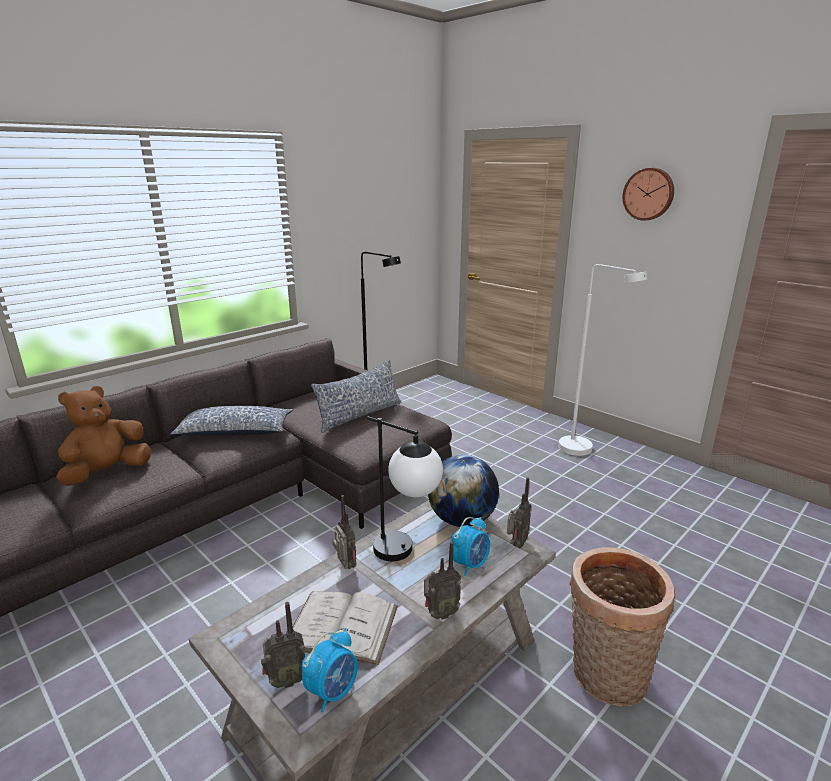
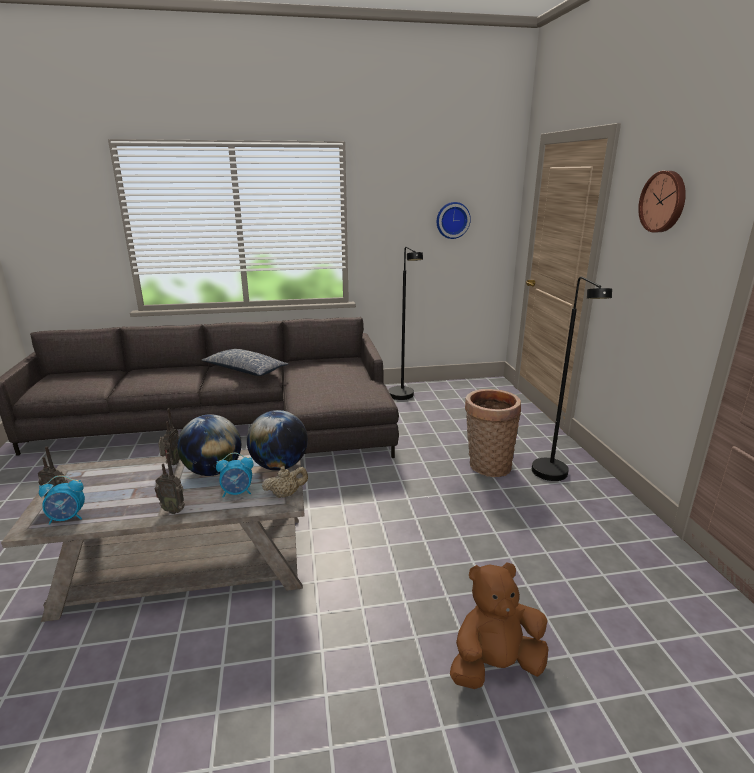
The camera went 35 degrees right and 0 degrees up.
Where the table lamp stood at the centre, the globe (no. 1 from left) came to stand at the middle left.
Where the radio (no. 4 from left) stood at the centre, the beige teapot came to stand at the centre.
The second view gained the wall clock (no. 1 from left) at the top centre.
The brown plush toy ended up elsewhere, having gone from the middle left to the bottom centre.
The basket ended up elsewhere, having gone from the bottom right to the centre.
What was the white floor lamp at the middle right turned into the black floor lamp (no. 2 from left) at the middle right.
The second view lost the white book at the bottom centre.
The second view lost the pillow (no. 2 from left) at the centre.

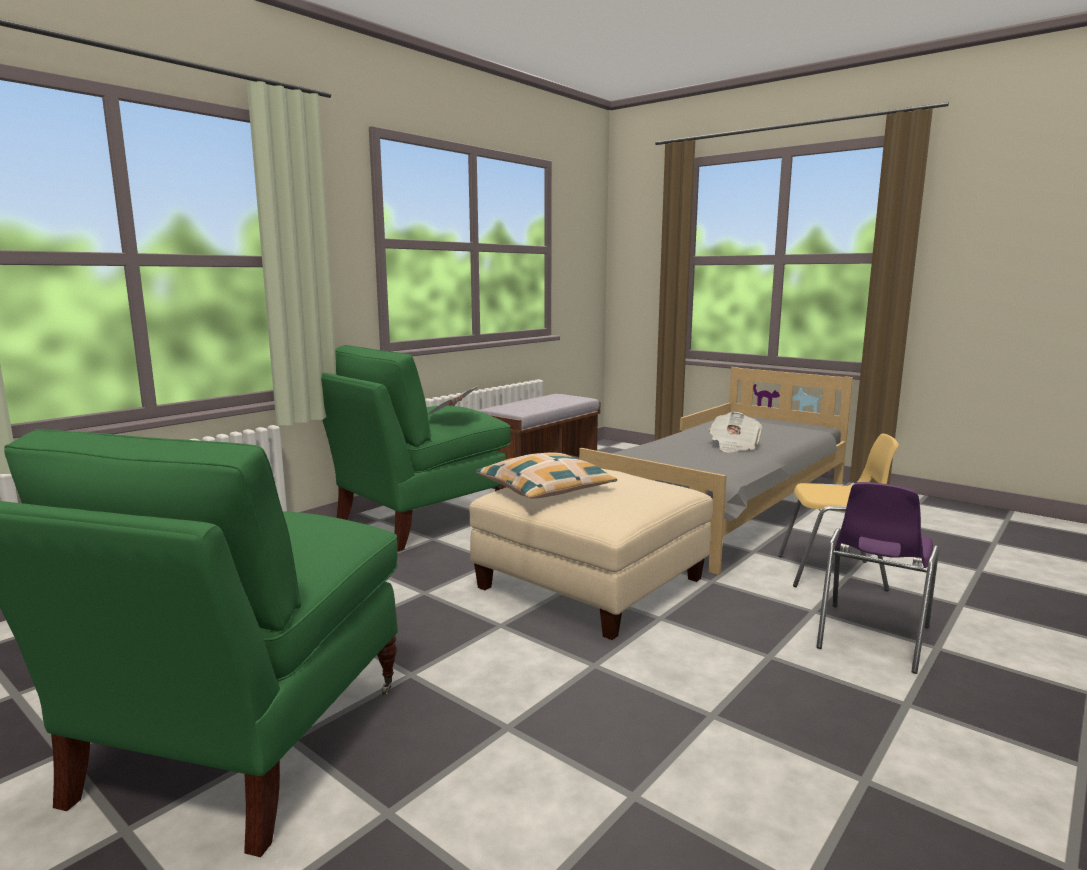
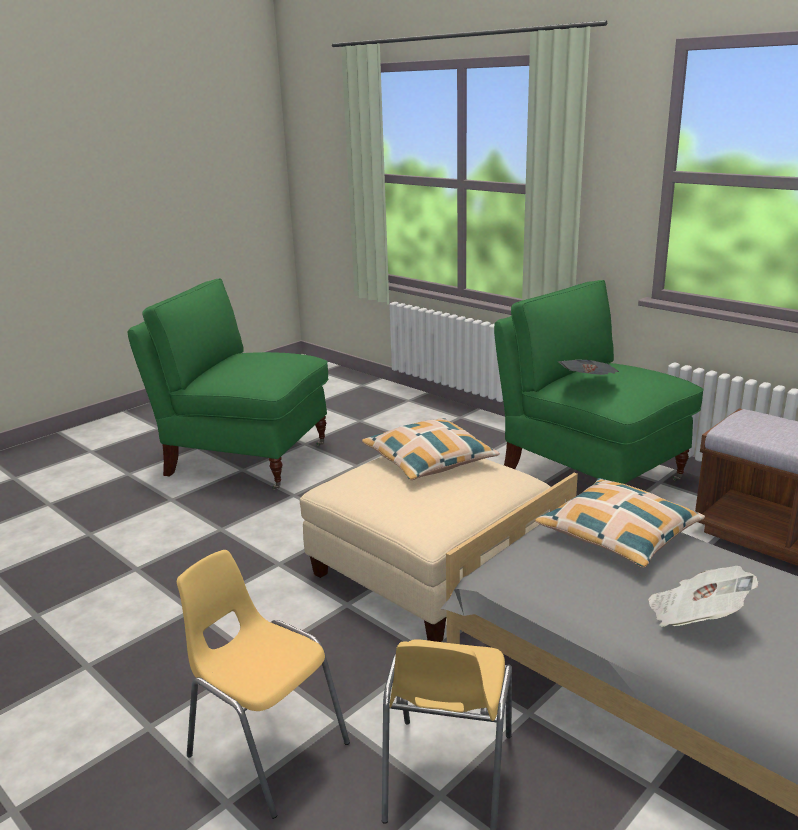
The camera went 95 degrees right and 10 degrees up.
What was the purple chair at the middle right turned into the yellow chair (no. 1 from left) at the bottom left.
The second view gained the pillow (no. 2 from left) at the middle right.

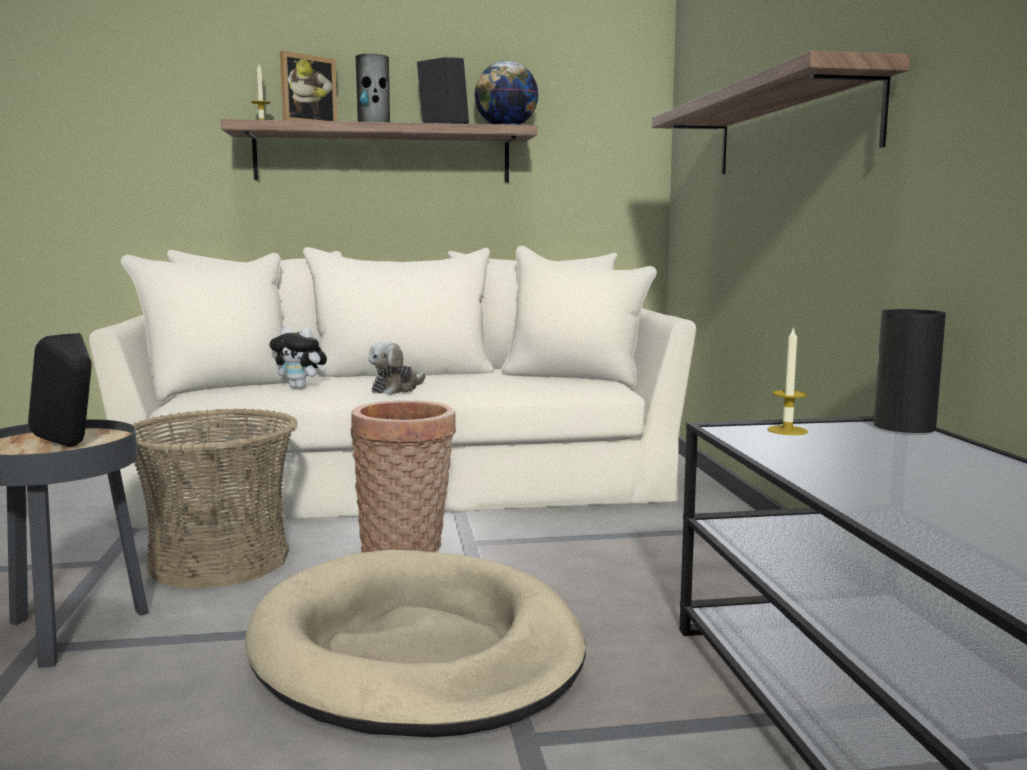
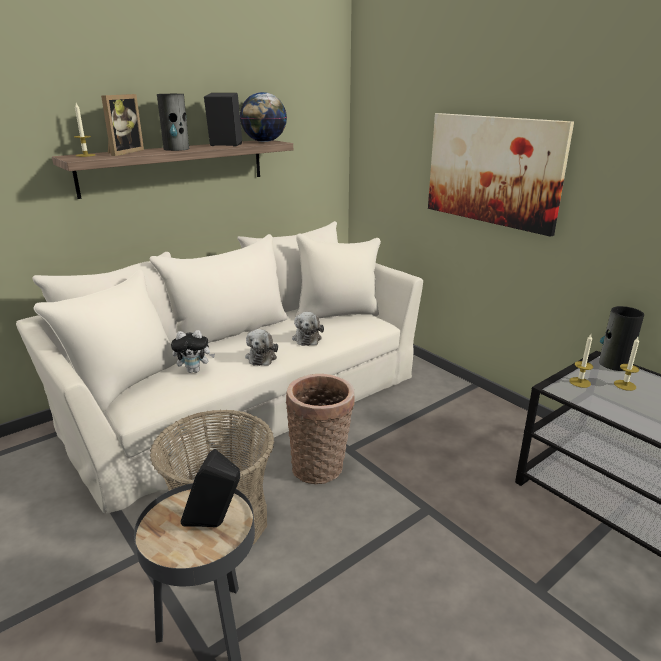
The camera went 30 degrees left and 15 degrees up.
The second view gained the plush toy (no. 3 from left) at the centre.
Where the shelf (no. 2 from left) hung at the top right, the picture came to hang at the top right.
The second view gained the candle (no. 3 from left) at the middle right.
The second view lost the beige dog bed at the bottom centre.

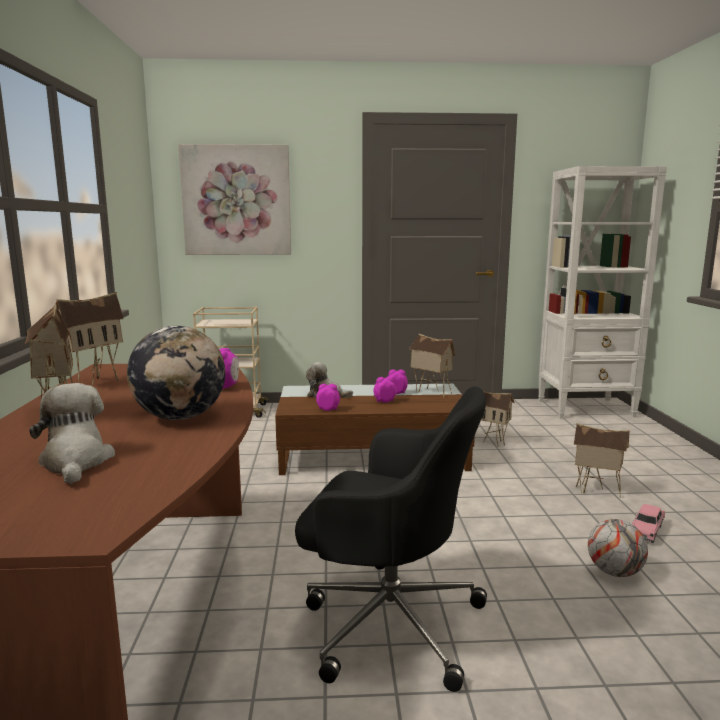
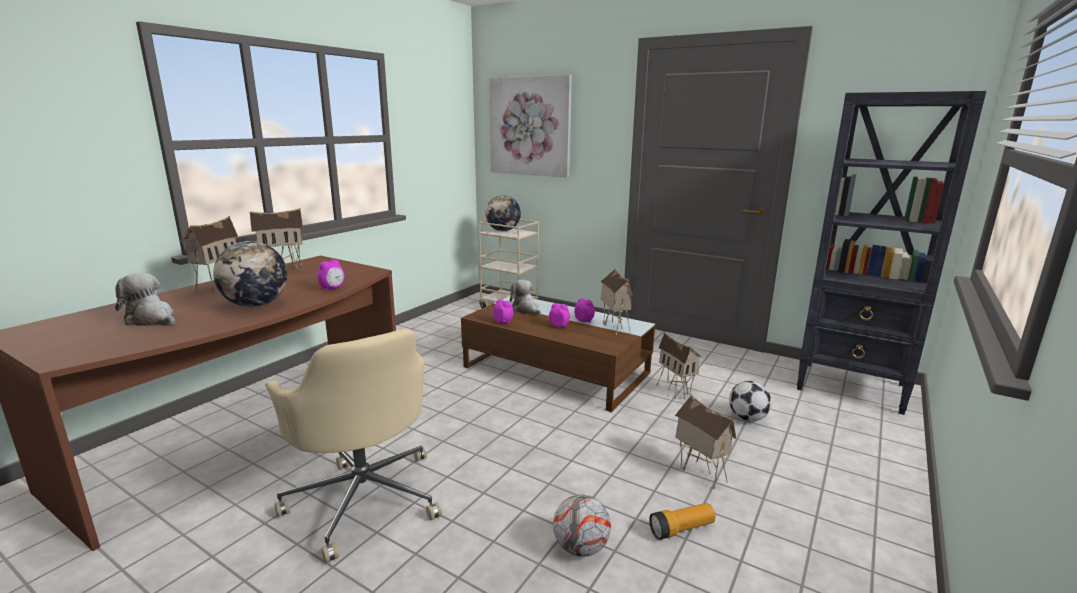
The camera went 35 degrees right and 5 degrees up.
The plush toy (no. 1 from left) at the middle left ended up facing another way, 75 degrees counterclockwise from before.
What was the black office chair at the bottom centre turned into the beige office chair at the bottom left.
The second view gained the globe (no. 2 from left) at the centre.
Where the pink toy car stood at the bottom right, the flashlight came to stand at the bottom centre.
The second view gained the football (no. 2 from left) at the bottom right.
What was the white bookcase at the middle right turned into the black bookcase at the middle right.

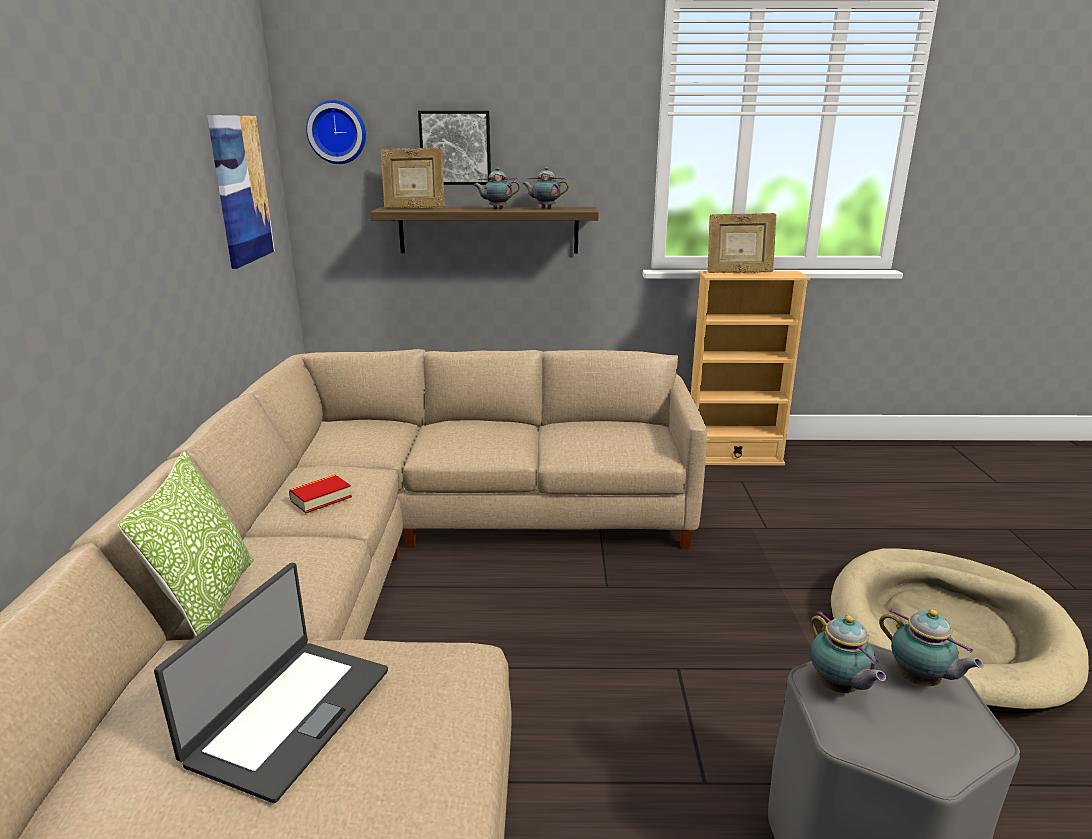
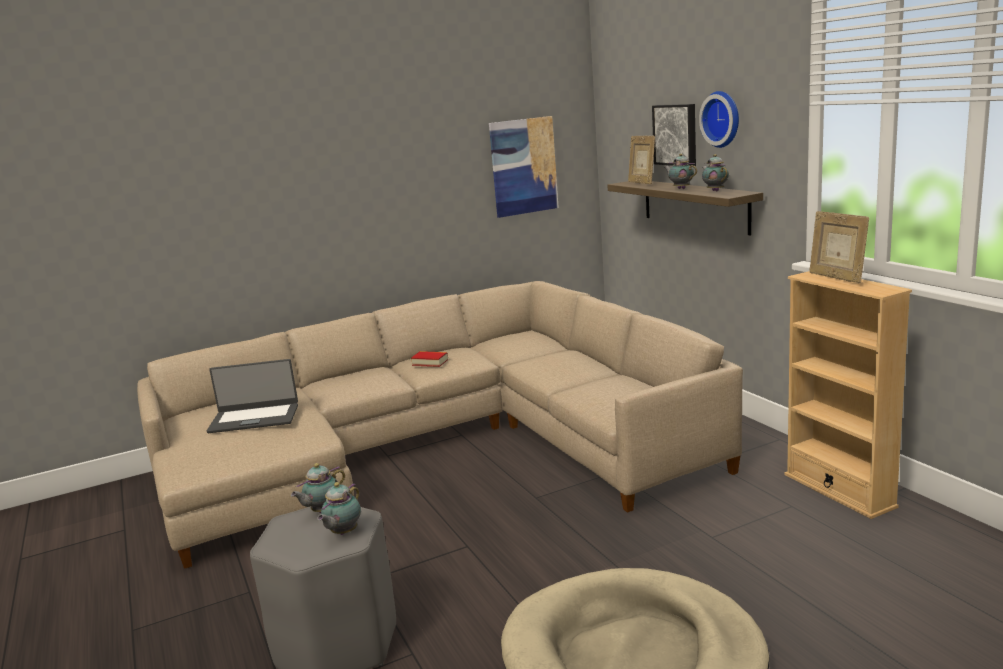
The camera went 65 degrees right and 5 degrees down.
The wall clock ended up elsewhere, having gone from the top left to the top right.
The second view lost the pillow at the middle left.

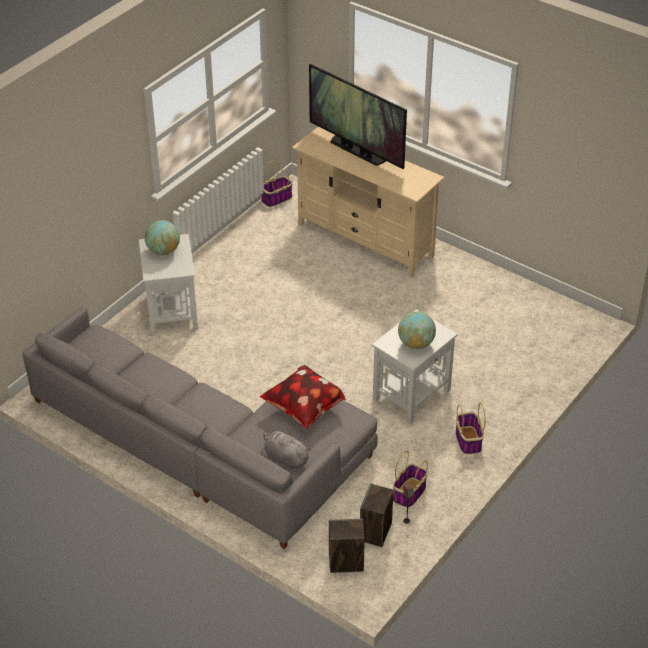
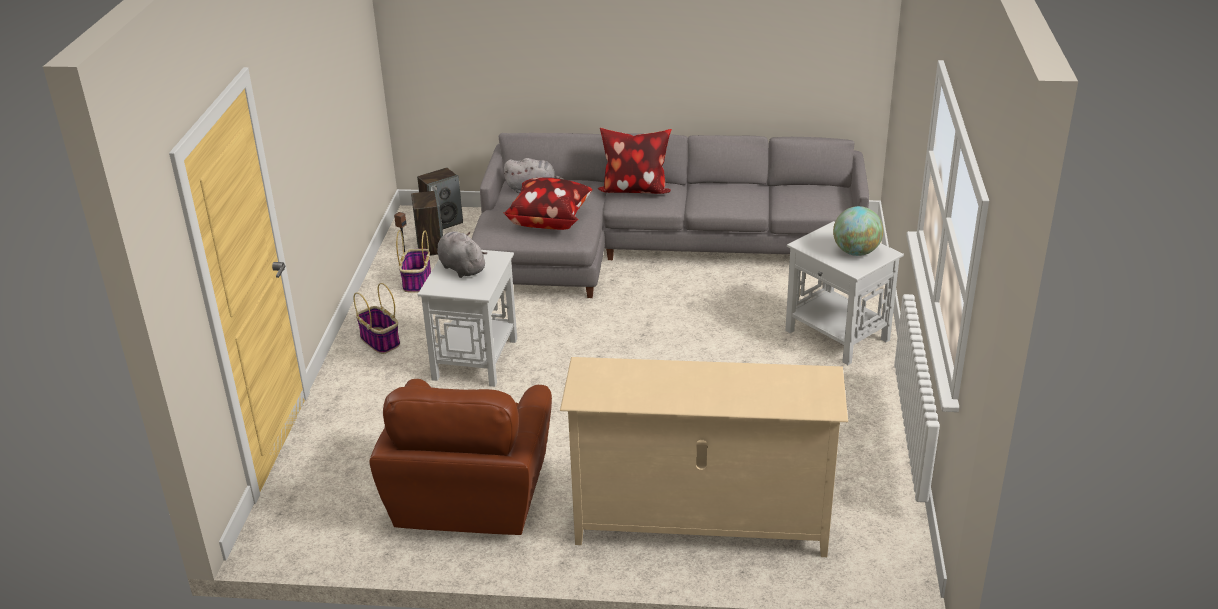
The camera went 150 degrees right and 10 degrees down.
The second view gained the brown armchair at the bottom centre.
Where the globe (no. 2 from left) stood at the centre, the grey plush toy (no. 1 from left) came to stand at the centre.
The second view gained the pillow (no. 2 from left) at the top centre.
The second view lost the basket (no. 1 from left) at the top centre.
The second view lost the television at the top centre.

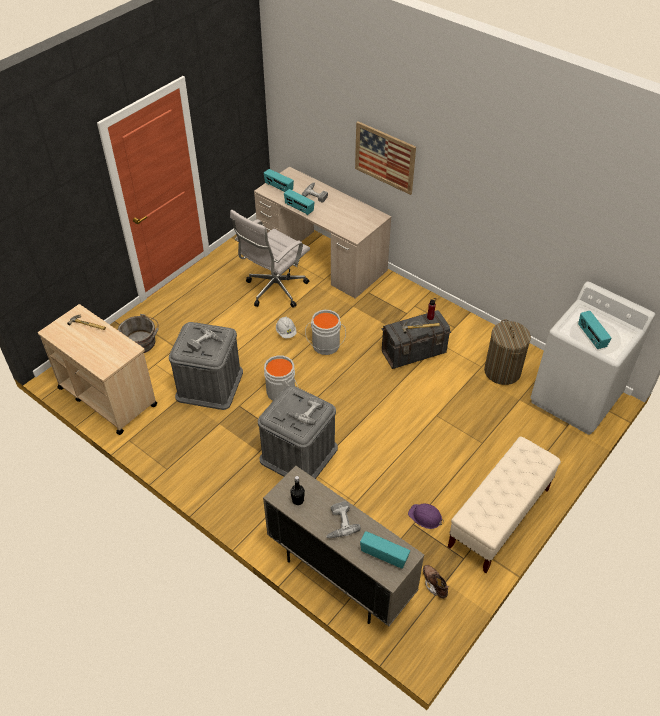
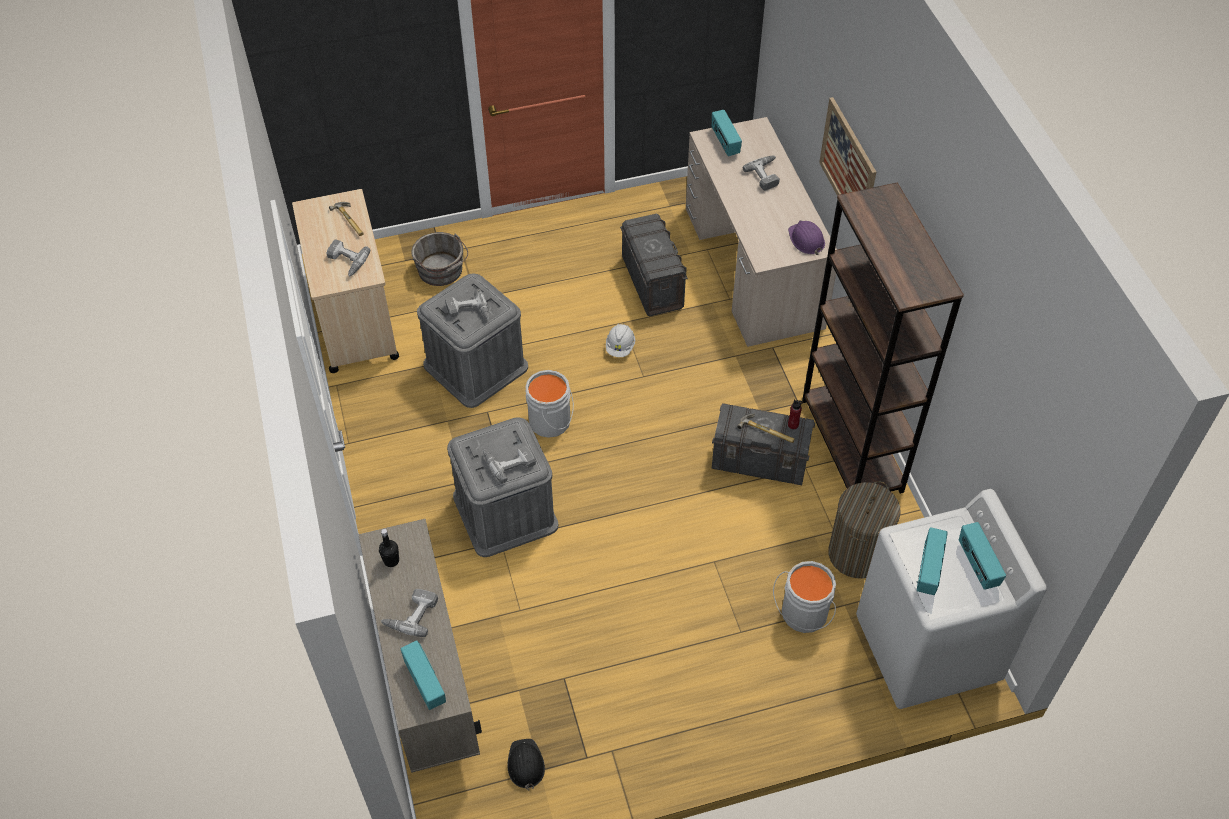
The camera went 35 degrees right and 5 degrees up.
The second view gained the power drill (no. 1 from left) at the top left.
Where the brown boot stood at the bottom centre, the black hard hat came to stand at the bottom centre.
Where the white office chair stood at the centre, the grey storage box (no. 3 from left) came to stand at the top centre.
The grey bucket (no. 3 from left) ended up elsewhere, having gone from the centre to the bottom centre.
The purple hard hat ended up elsewhere, having gone from the bottom centre to the top centre.
The second view gained the brown bookcase at the middle right.
The radio (no. 2 from left in the first image) ended up elsewhere, having gone from the top centre to the bottom right.
The second view lost the beige bench at the bottom right.

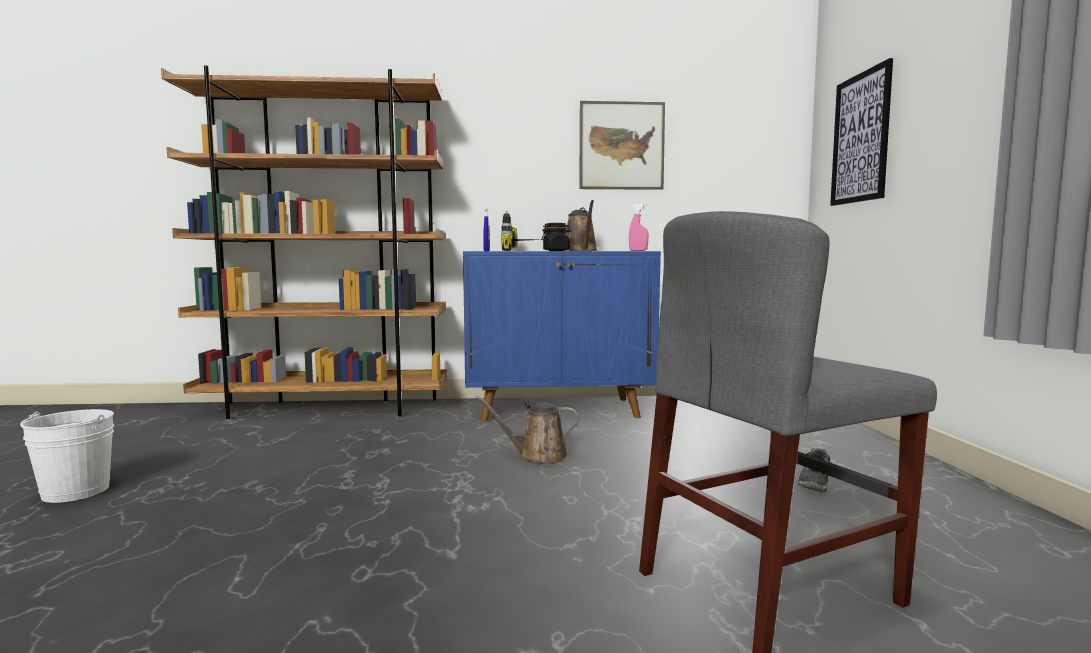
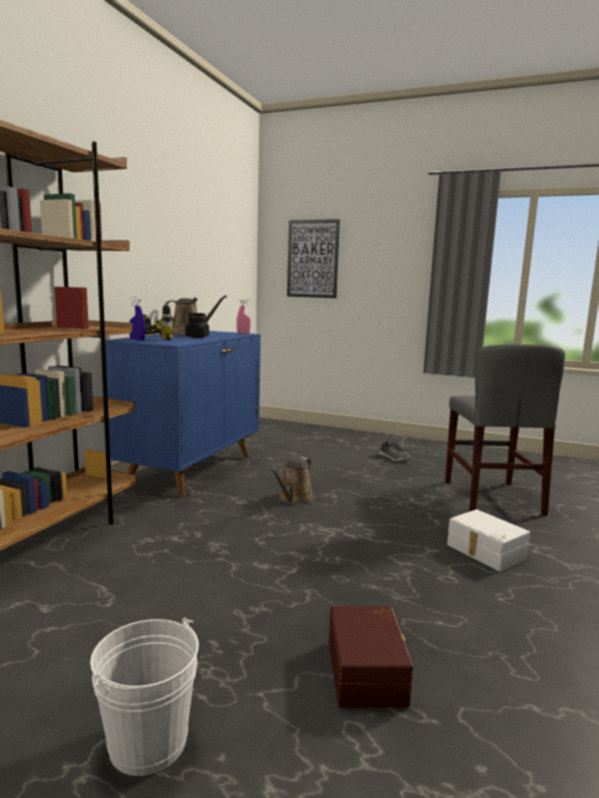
The camera went 65 degrees left and 5 degrees up.
The second view gained the brown storage box at the bottom centre.
The second view gained the white storage box at the bottom right.
The second view lost the picture (no. 1 from left) at the top centre.

